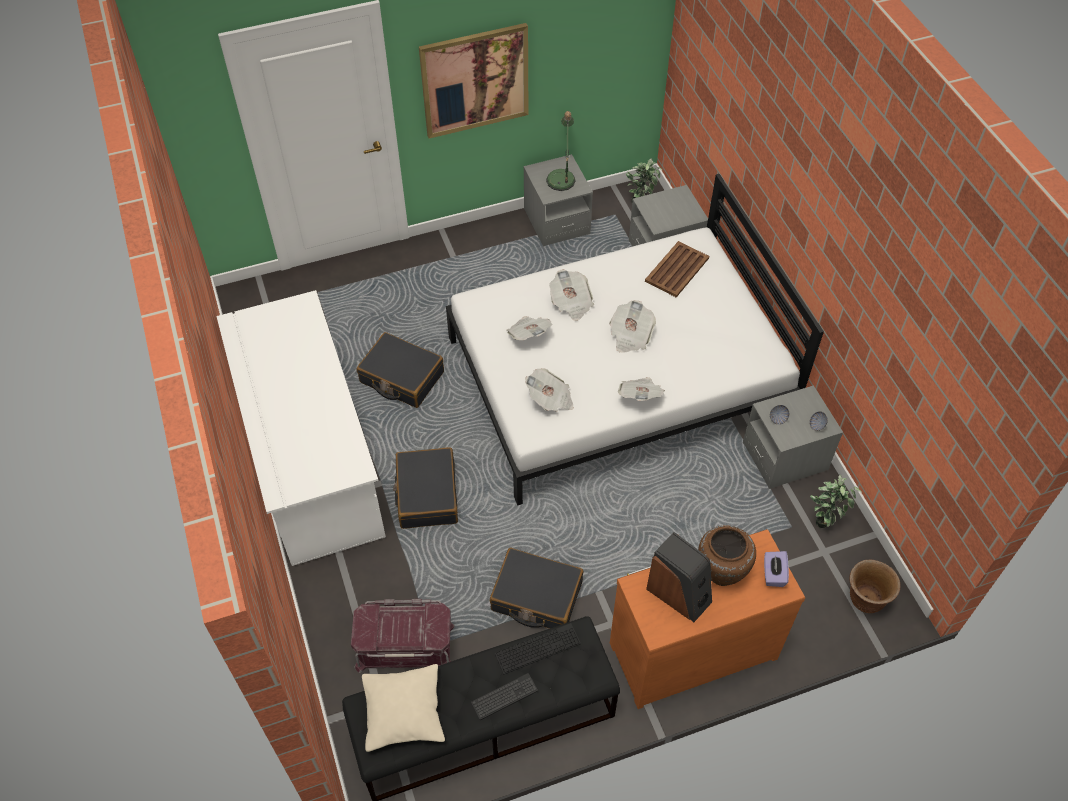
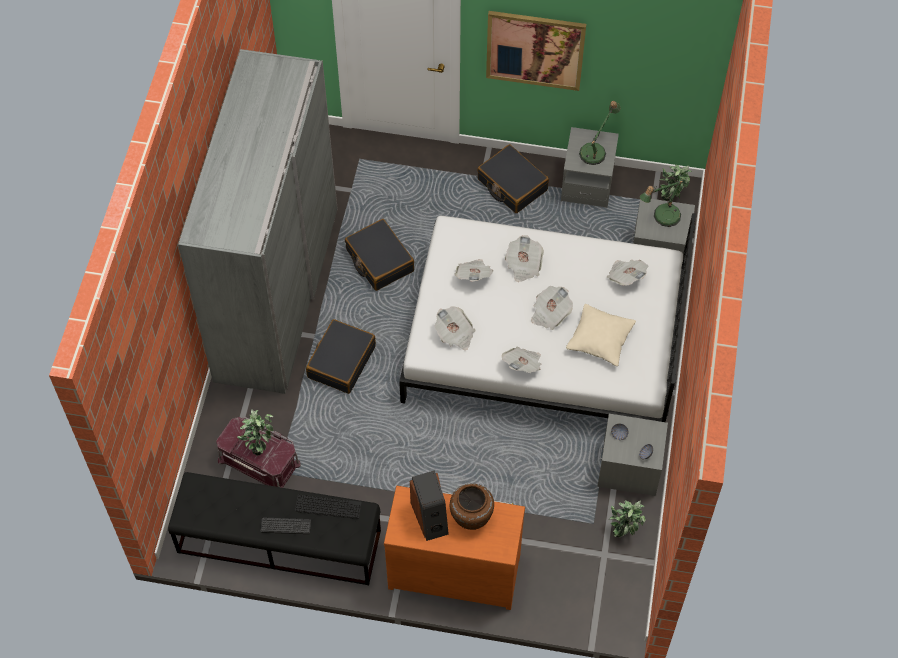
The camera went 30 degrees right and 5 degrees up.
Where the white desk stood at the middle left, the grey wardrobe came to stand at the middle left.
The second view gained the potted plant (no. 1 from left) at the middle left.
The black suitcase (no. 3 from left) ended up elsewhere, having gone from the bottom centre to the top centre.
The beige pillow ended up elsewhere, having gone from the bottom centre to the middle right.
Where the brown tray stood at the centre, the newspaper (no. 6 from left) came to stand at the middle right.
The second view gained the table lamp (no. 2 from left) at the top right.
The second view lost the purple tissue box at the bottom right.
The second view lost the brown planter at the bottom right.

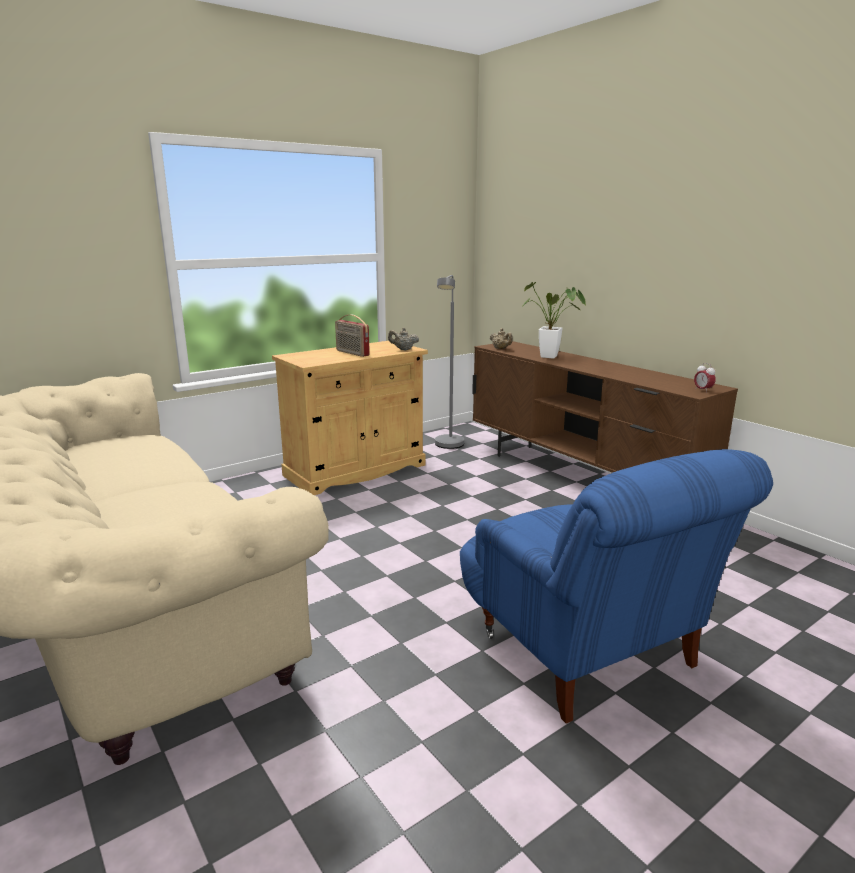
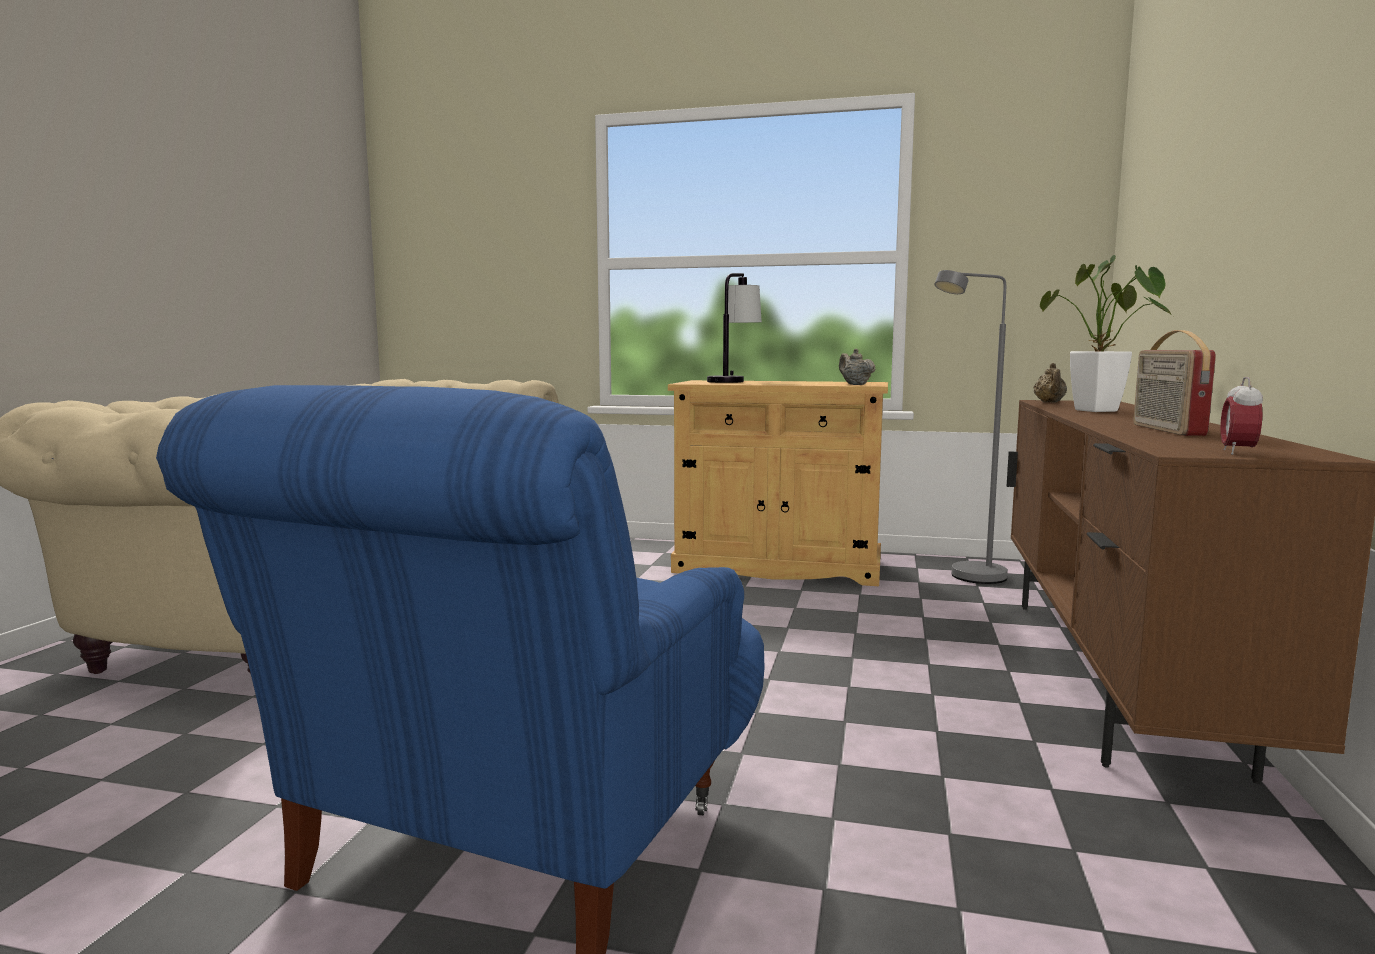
The camera went 50 degrees right and 10 degrees down.
The second view gained the table lamp at the centre.
The radio ended up elsewhere, having gone from the centre to the middle right.

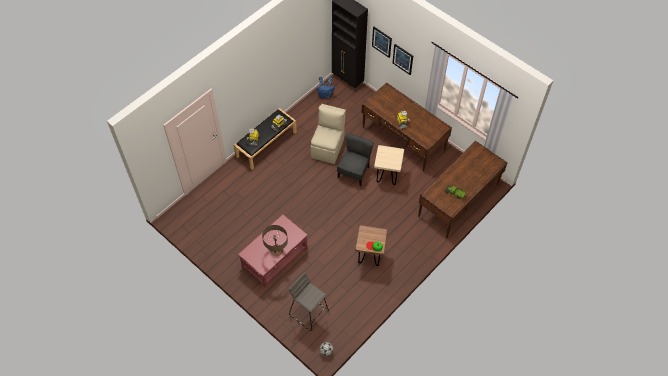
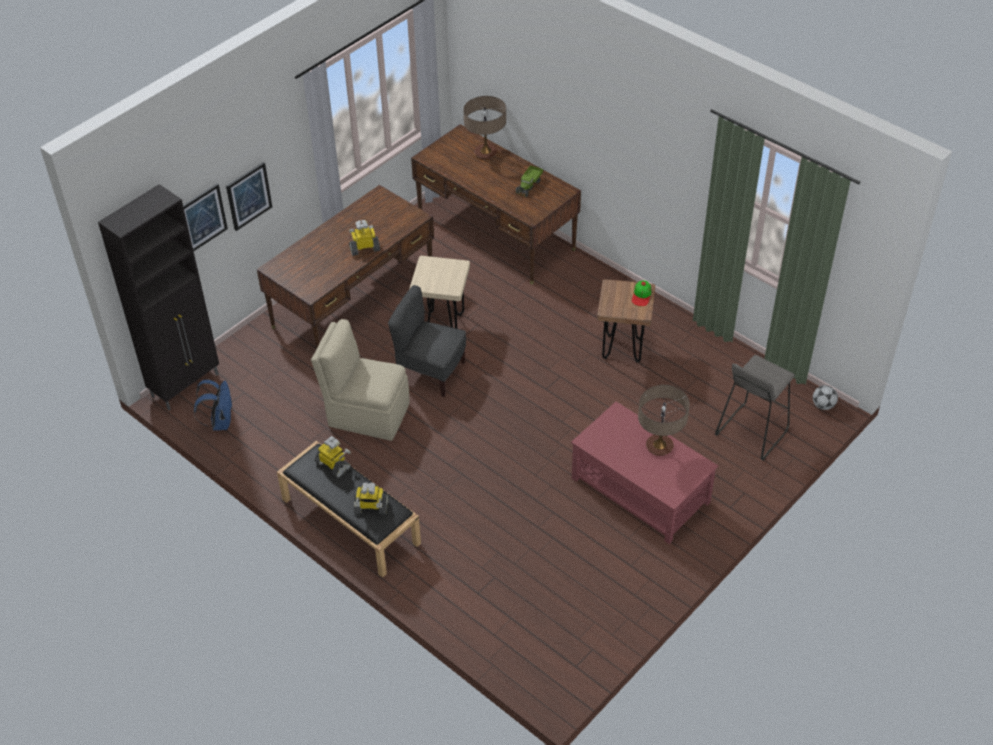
The camera went 90 degrees left and 10 degrees down.
The second view gained the table lamp (no. 1 from left) at the top centre.

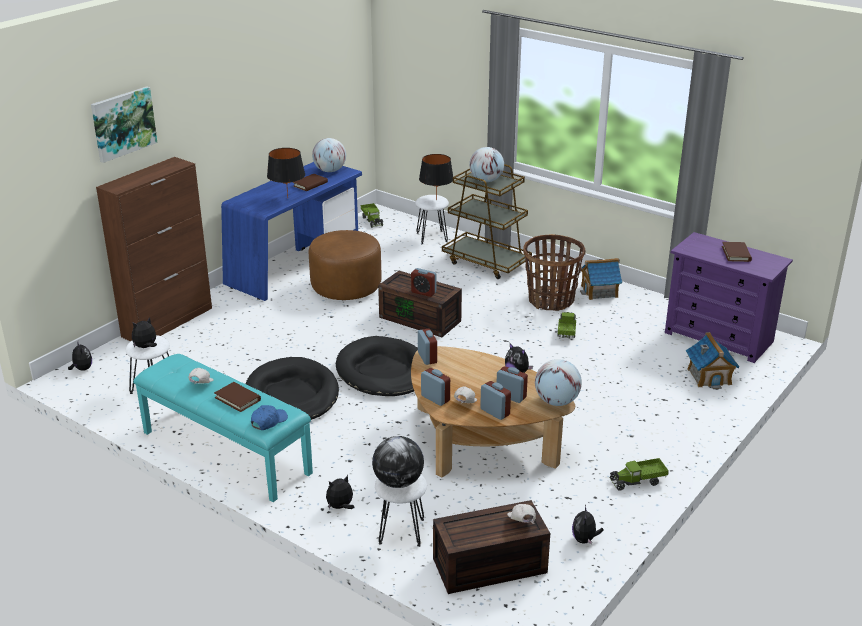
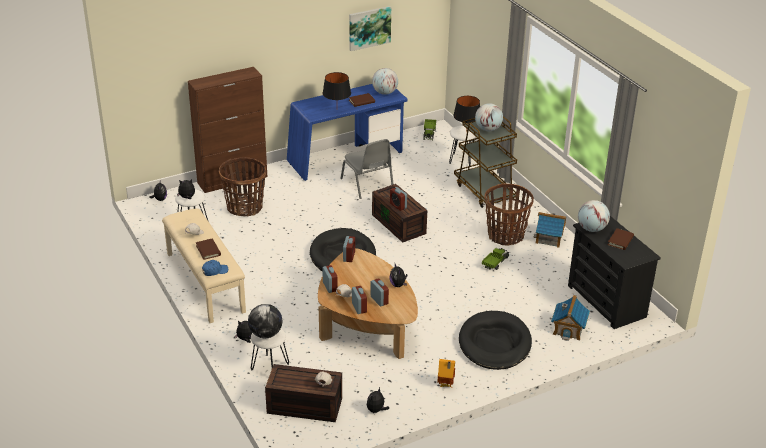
The camera went 25 degrees right and 5 degrees up.
What was the turquoise bench at the bottom left turned into the beige bench at the middle left.
The second view gained the basket (no. 1 from left) at the middle left.
Where the brown ottoman stood at the centre, the grey chair came to stand at the centre.
The picture ended up elsewhere, having gone from the top left to the top centre.
Where the toy truck (no. 3 from left) stood at the bottom right, the toy house (no. 1 from left) came to stand at the bottom centre.
The black dog bed (no. 1 from left in the first image) ended up elsewhere, having gone from the centre to the bottom centre.
What was the purple dresser at the middle right turned into the black dresser at the middle right.
The globe (no. 4 from left) ended up elsewhere, having gone from the centre to the middle right.

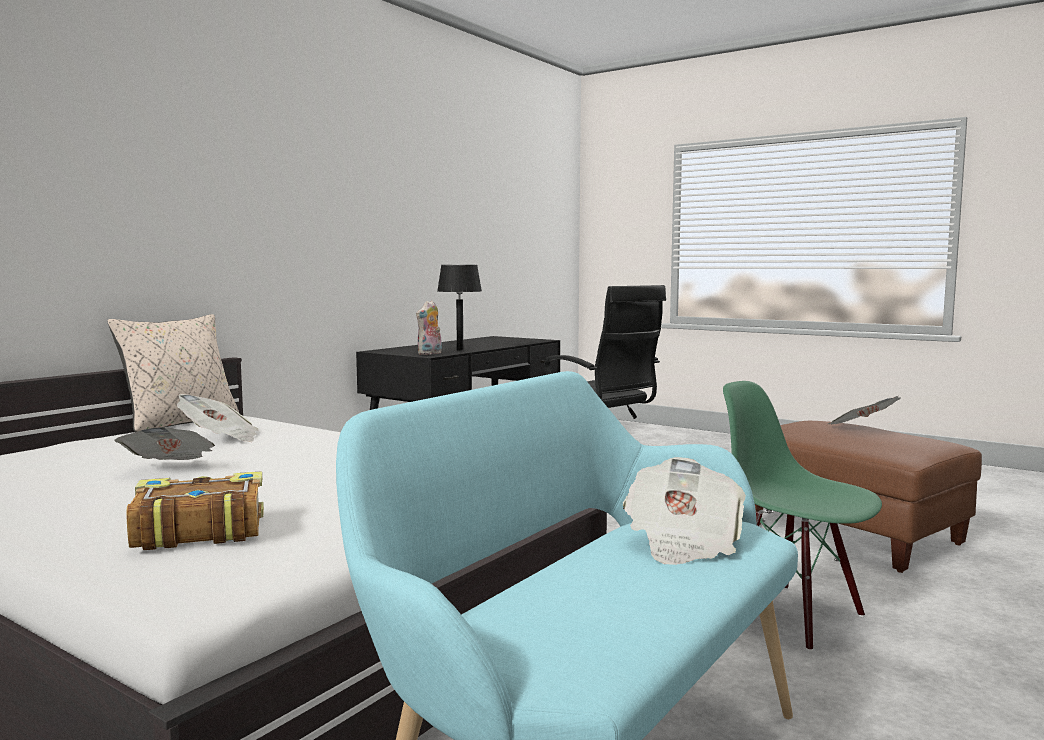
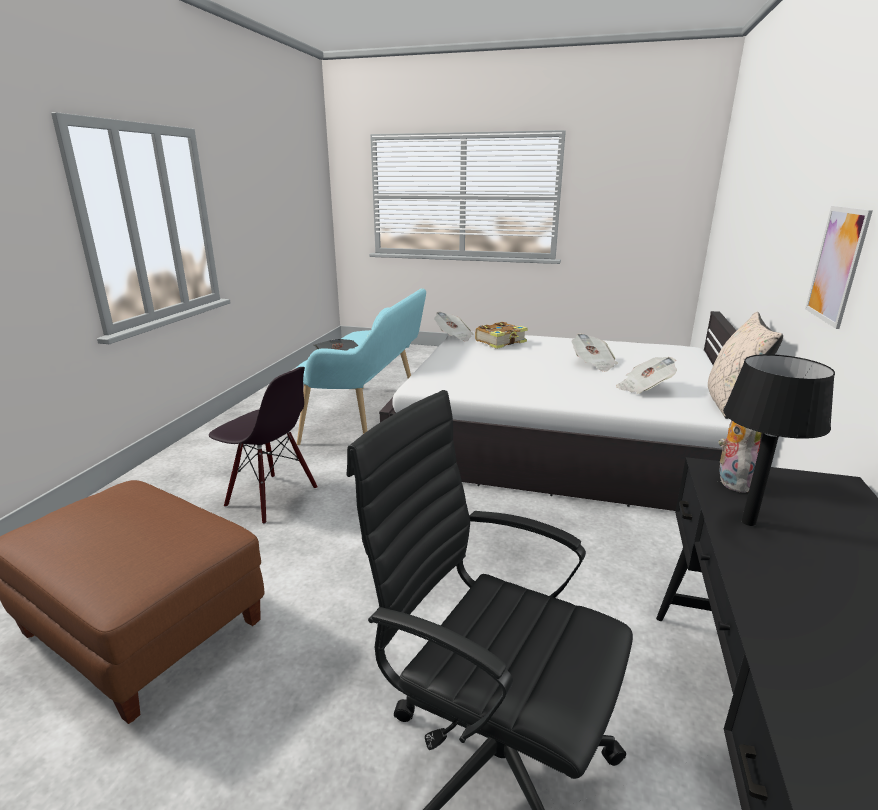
The camera went 160 degrees right and 15 degrees up.
What was the green chair at the bottom right turned into the black chair at the middle left.
The newspaper (no. 4 from left in the first image) ended up elsewhere, having gone from the middle right to the centre.
The second view gained the picture at the top right.

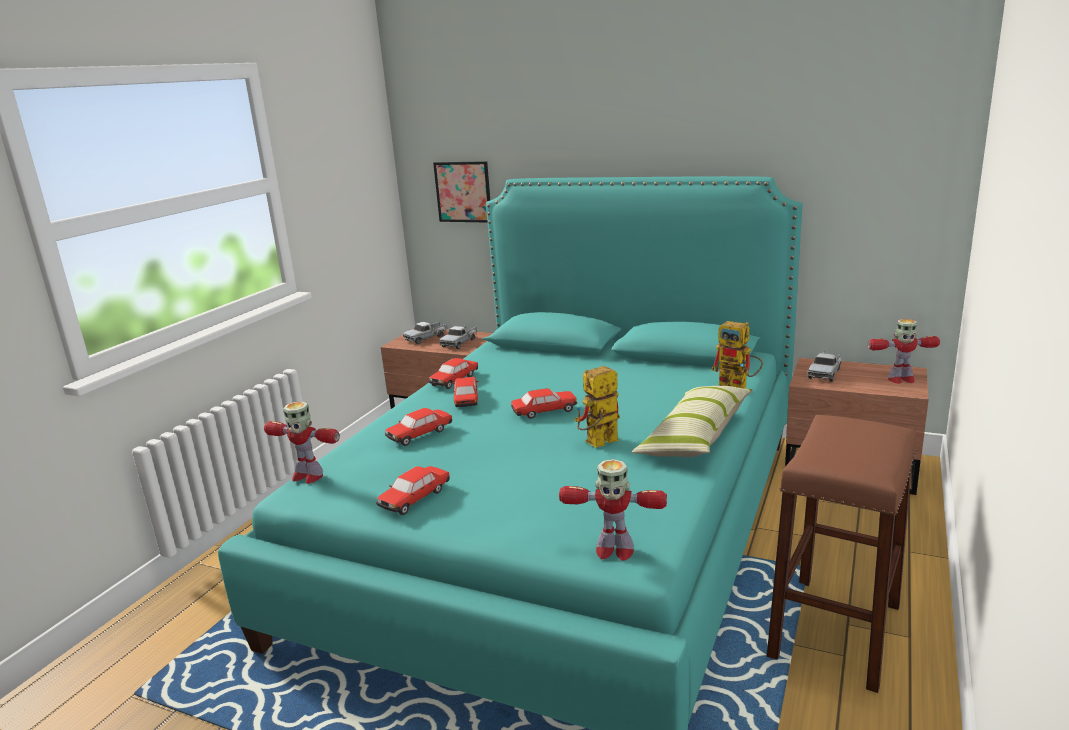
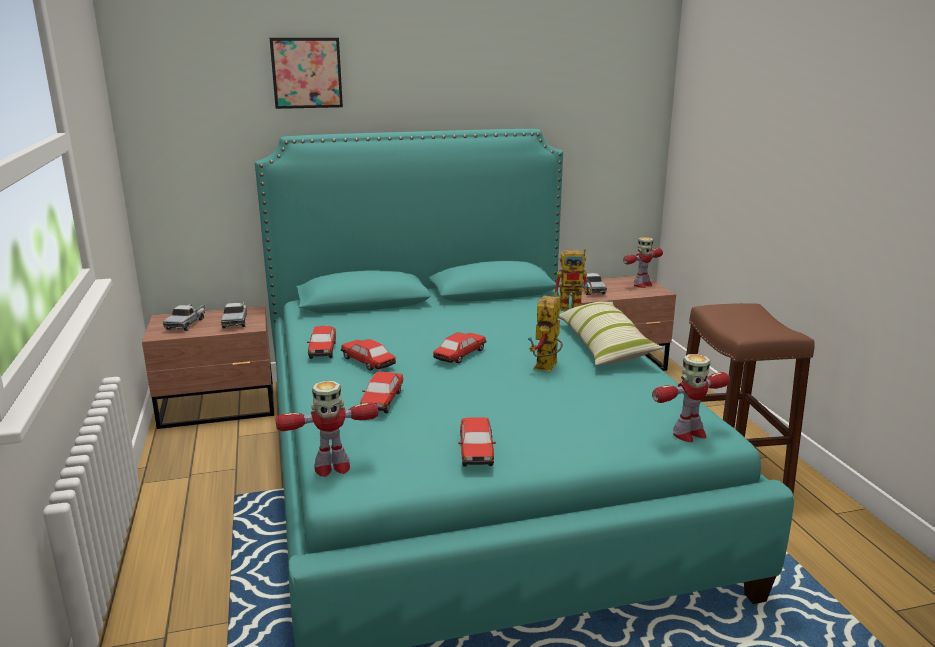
The camera went 40 degrees left and 0 degrees up.
The picture ended up elsewhere, having gone from the top centre to the top left.

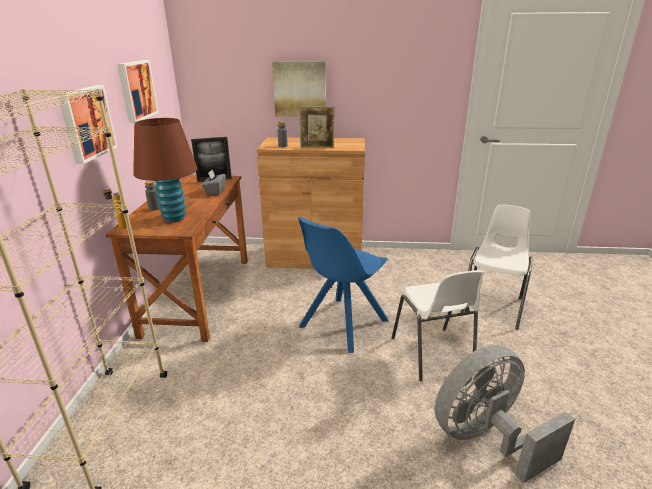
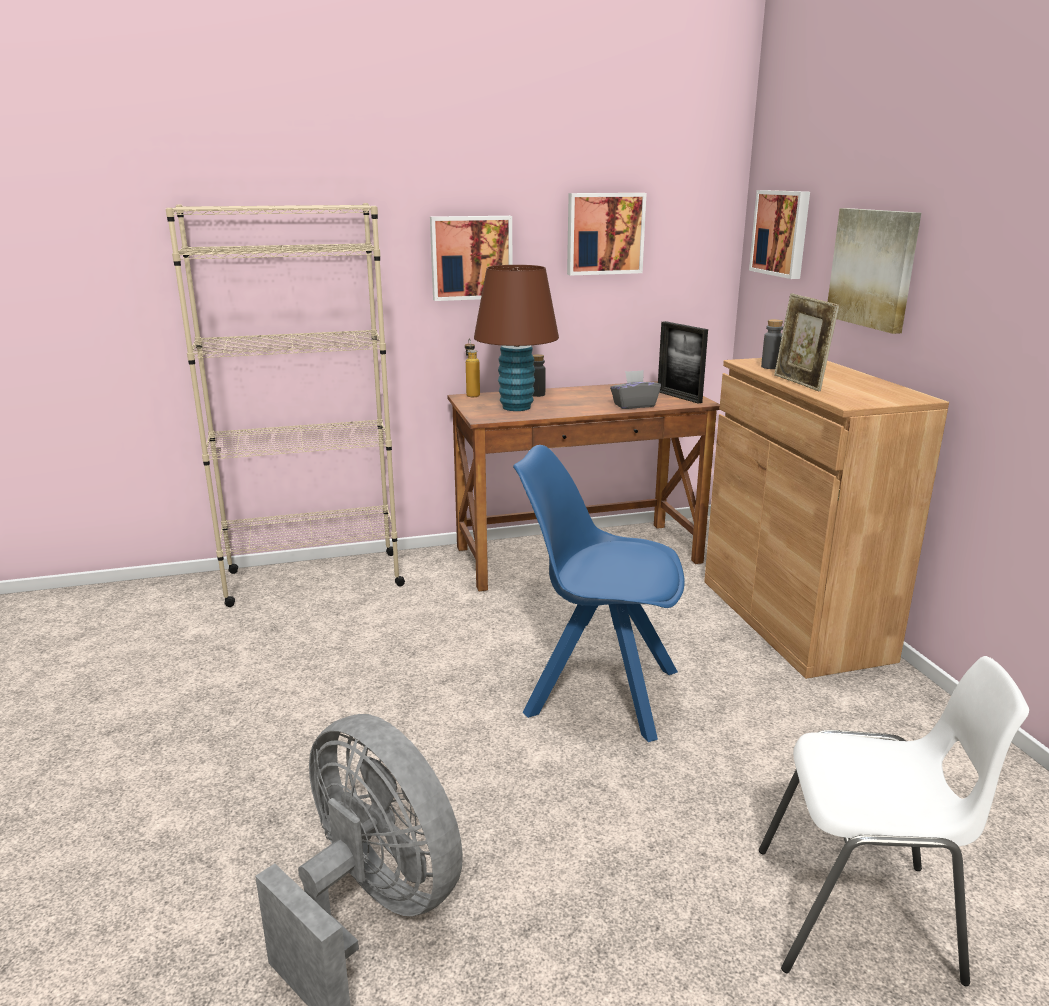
The camera went 70 degrees right and 5 degrees down.
The second view gained the picture (no. 3 from left) at the top right.
The second view lost the white chair (no. 1 from left) at the middle right.

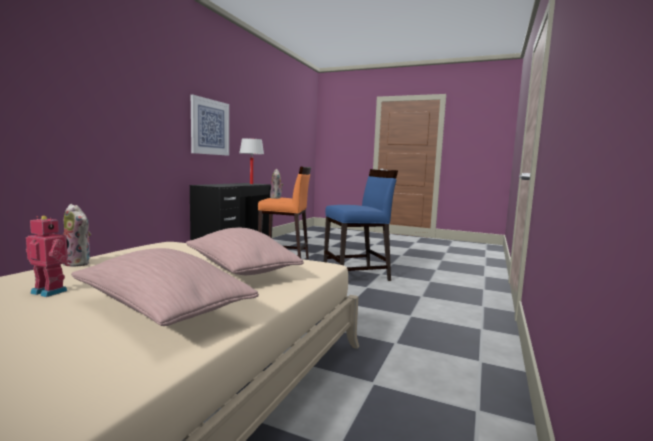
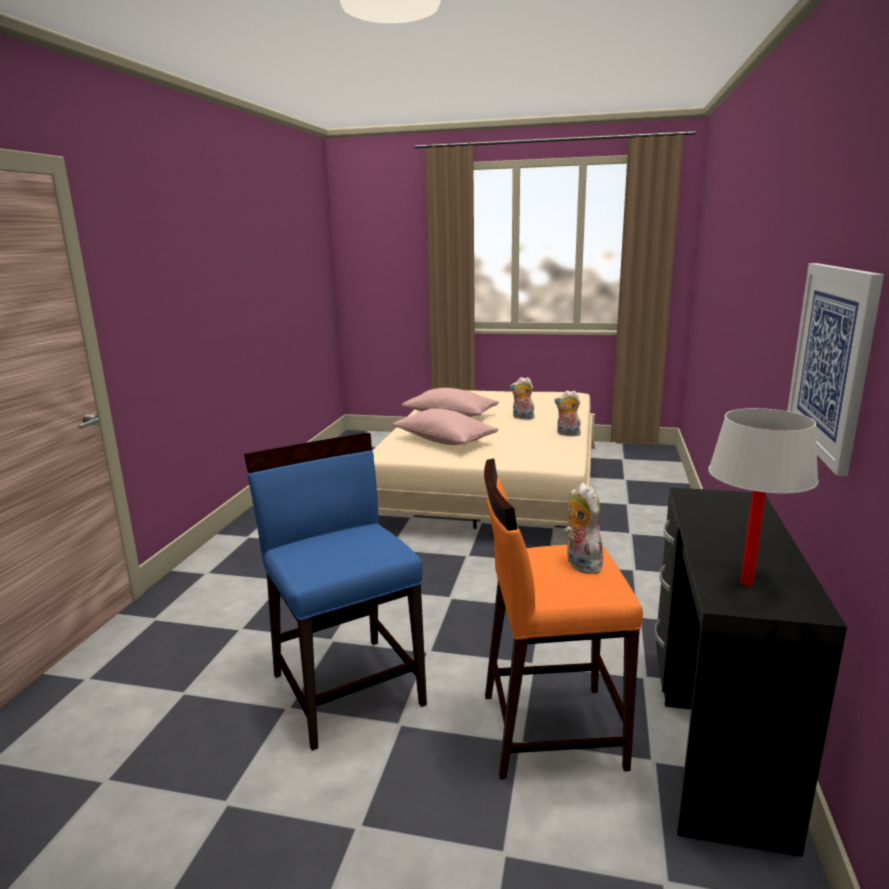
The camera went 170 degrees right and 10 degrees up.
The blue chair at the centre ended up facing another way, 90 degrees clockwise from before.
Where the toy robot stood at the middle left, the plush toy (no. 1 from left) came to stand at the centre.

